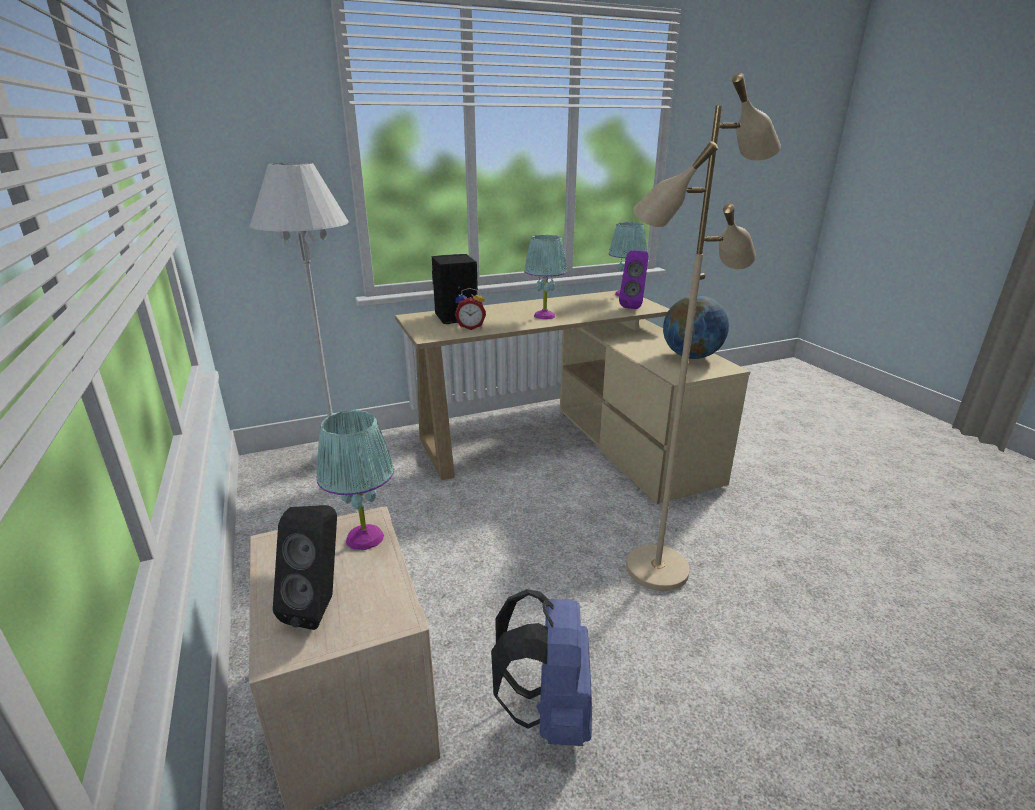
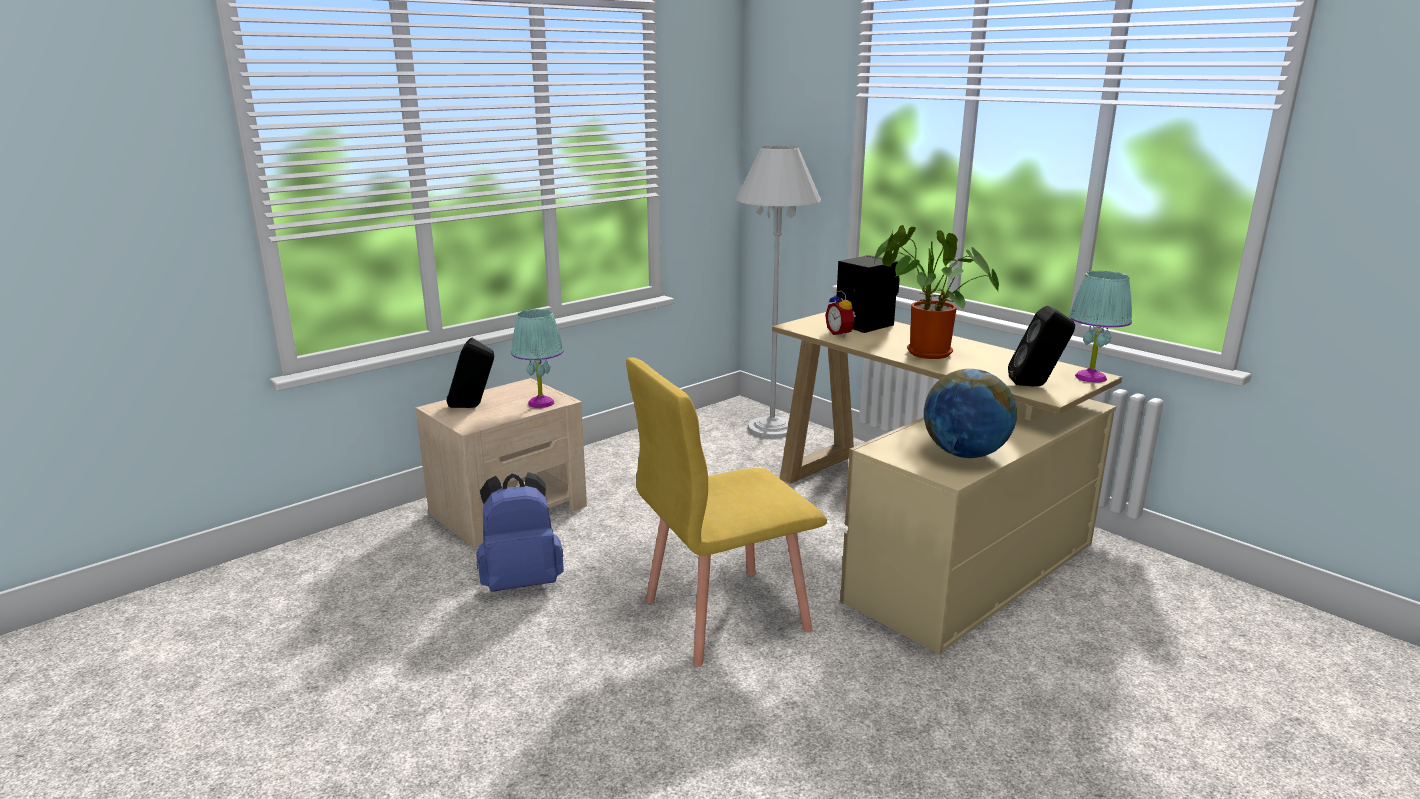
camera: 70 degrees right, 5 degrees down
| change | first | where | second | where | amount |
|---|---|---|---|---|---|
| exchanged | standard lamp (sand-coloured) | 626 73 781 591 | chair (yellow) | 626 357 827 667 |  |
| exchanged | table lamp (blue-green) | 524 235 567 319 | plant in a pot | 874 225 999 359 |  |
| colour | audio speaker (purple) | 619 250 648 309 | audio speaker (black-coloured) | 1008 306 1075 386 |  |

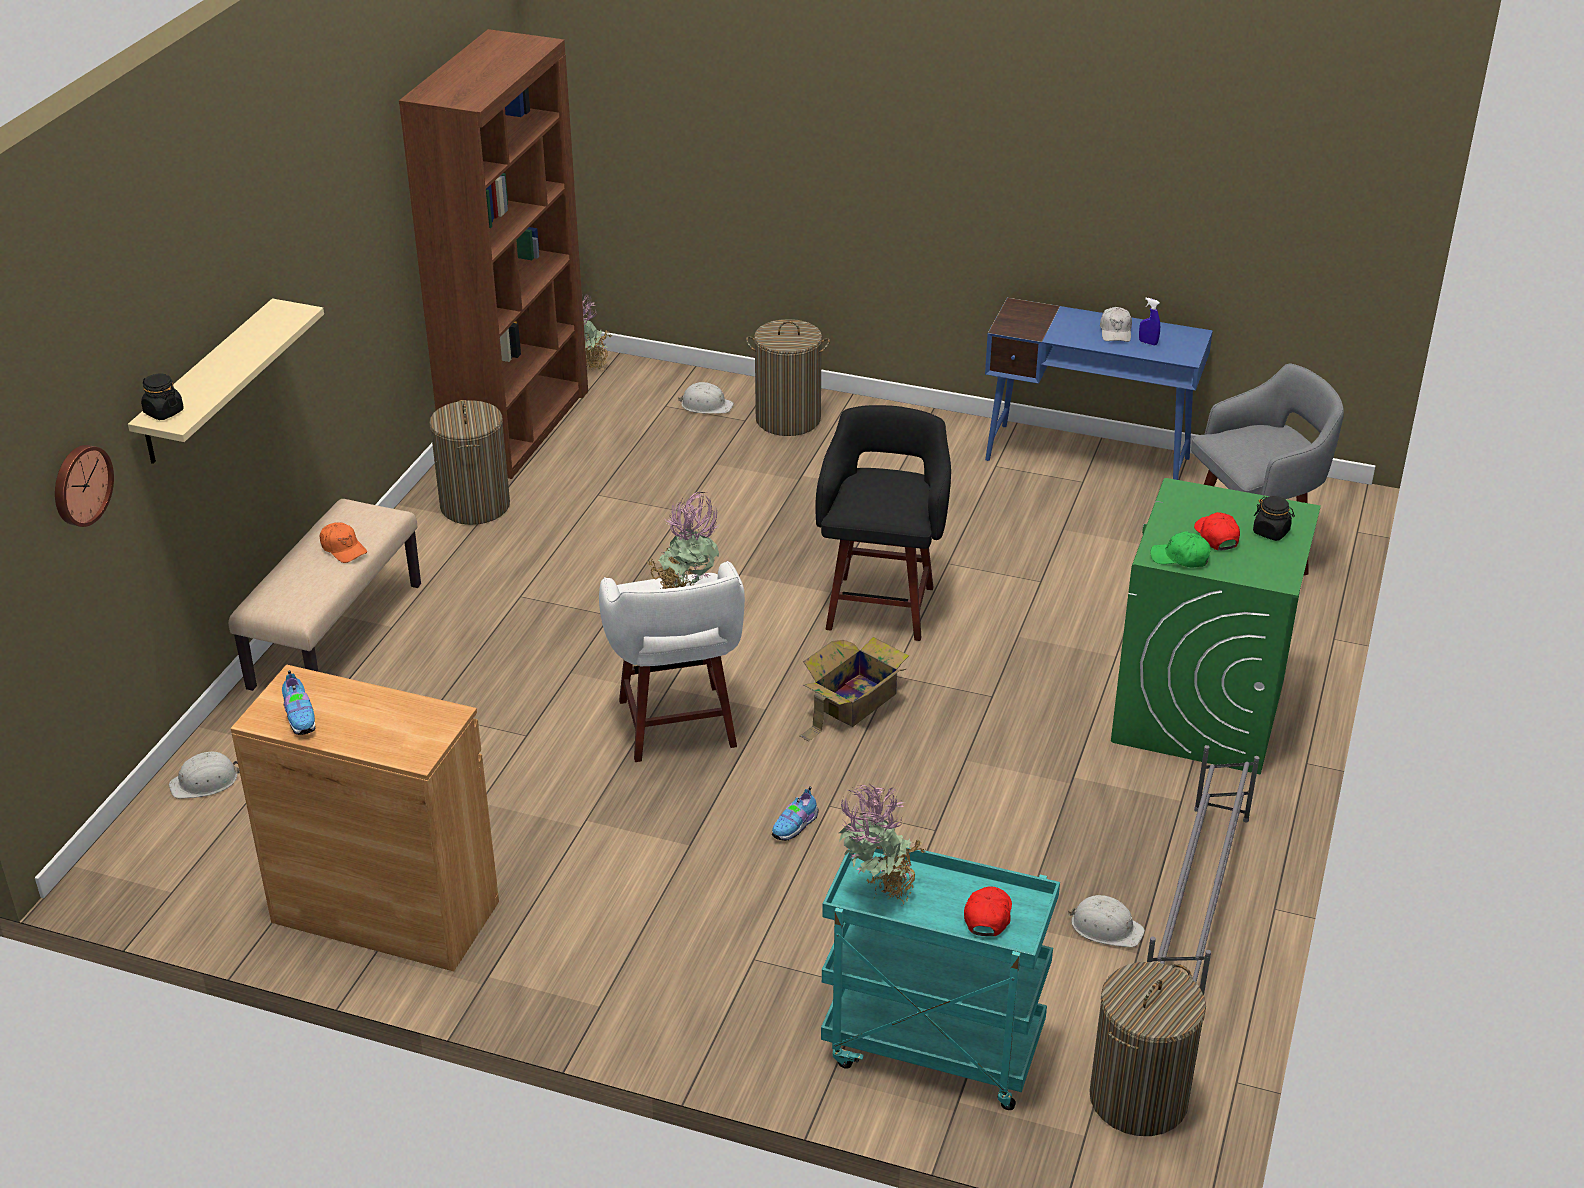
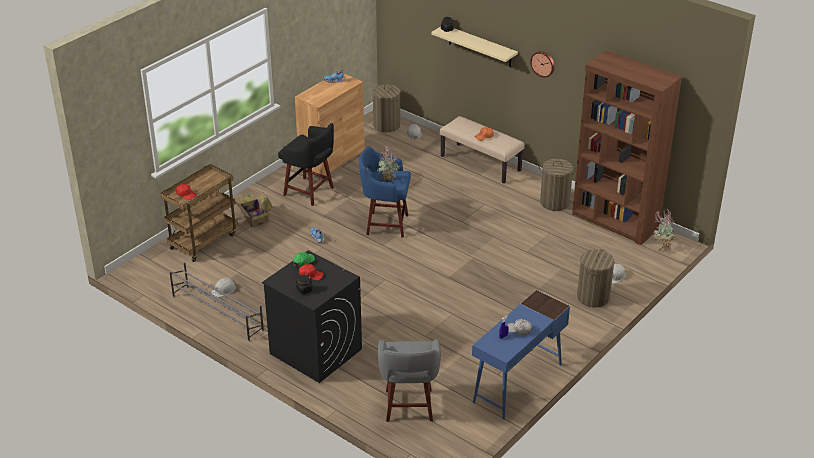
camera: 110 degrees right, 0 degrees up
| change | first | where | second | where | amount |
|---|---|---|---|---|---|
| relocated | stool seat (black-coloured) | 816 405 951 641 |  | 278 123 334 206 |  |
| relocated | clock on the wall | 55 445 114 527 |  | 530 51 555 78 |  |
| colour | washing machine (greenish) | 1111 478 1321 775 | washing machine (black-coloured) | 262 250 362 383 |  |
| colour | stool seat (white) | 599 561 745 762 | stool seat (bluish) | 359 146 411 238 |  |
| relocated | packing box | 800 637 909 741 |  | 235 192 272 227 |  |
| missing | plant in a pot | 839 784 931 906 |  |  |  |
| colour | wheeled cart (blue-green) | 821 847 1060 1110 | wheeled cart (brown) | 161 164 238 262 |  |
| relocated | hamper | 1089 962 1206 1136 |  | 373 84 400 132 |  |

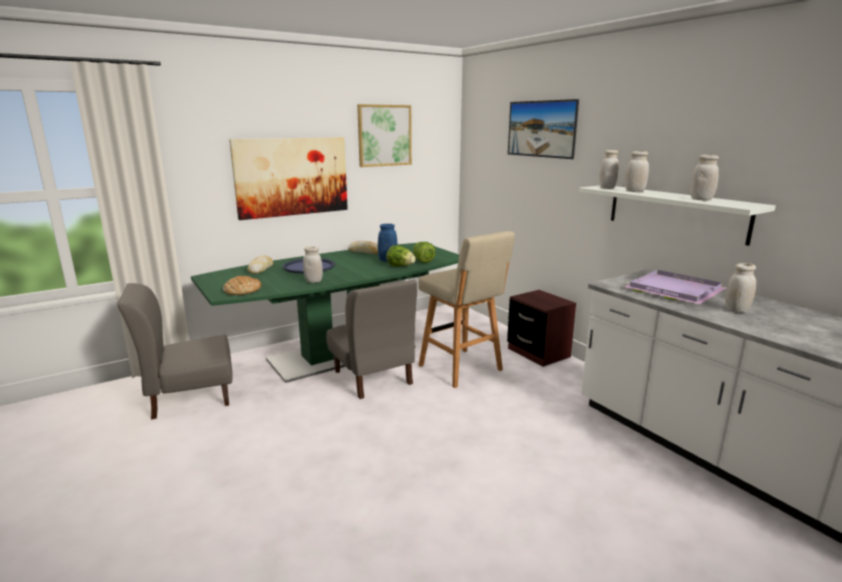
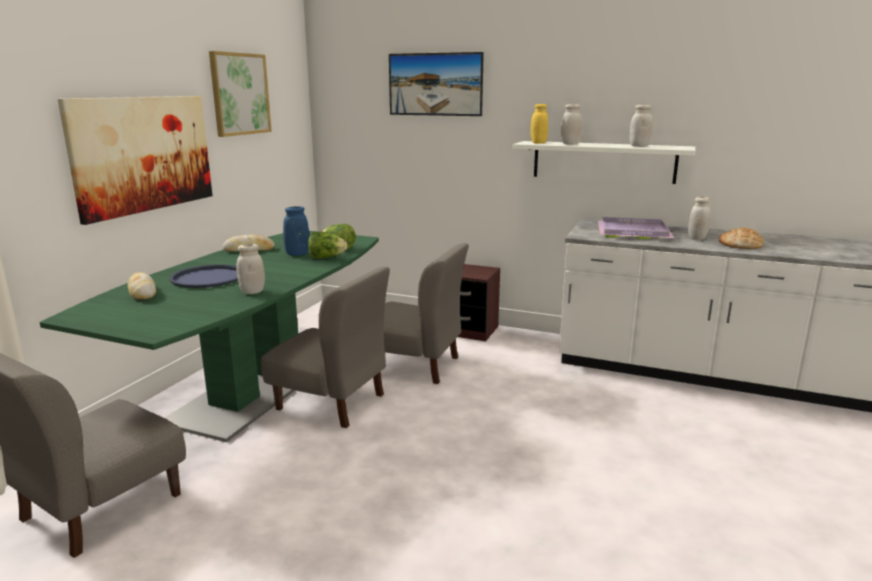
camera: 35 degrees left, 0 degrees up
| change | first | where | second | where | amount |
|---|---|---|---|---|---|
| colour | jar (white) | 599 150 619 189 | jar (yellow) | 531 104 548 144 |  |
| exchanged | stool seat (sand-coloured) | 418 231 515 388 | chair (grey) | 384 243 469 384 |  |
| relocated | bakery bread | 223 276 261 295 |  | 719 228 764 249 |  |

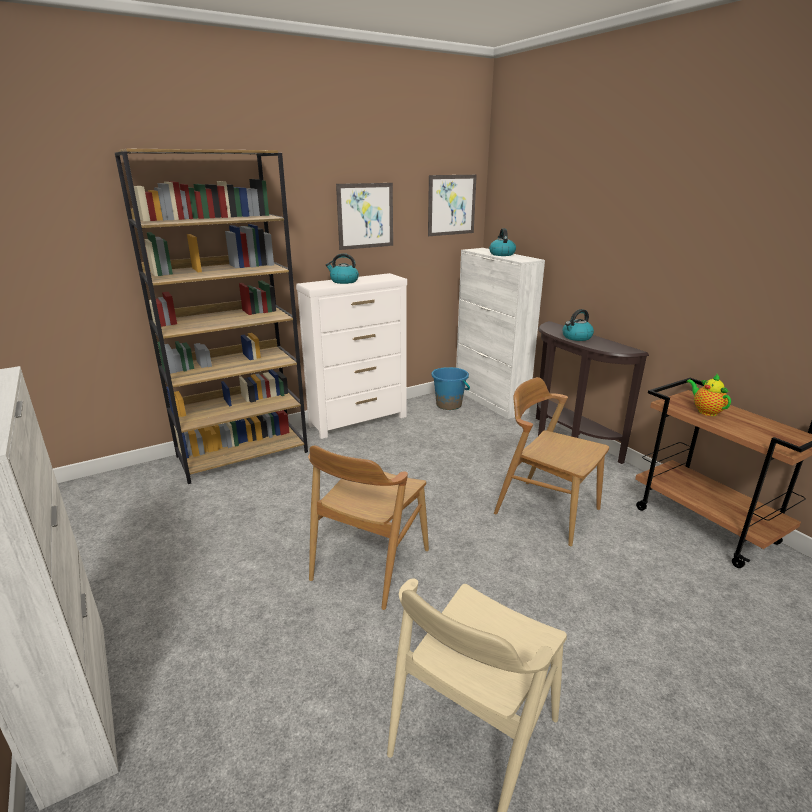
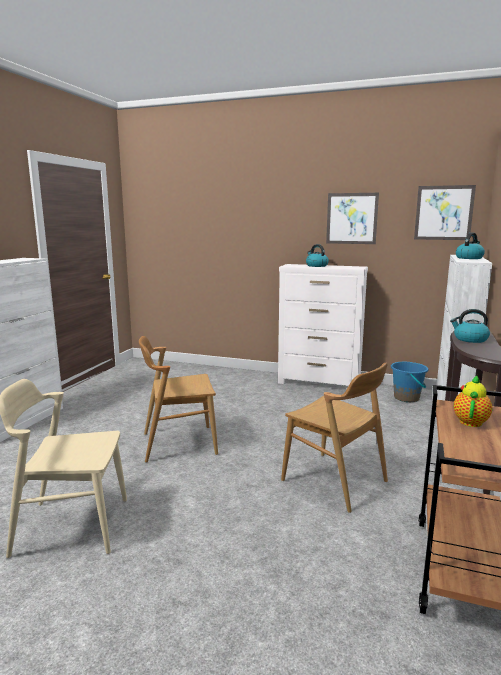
camera: 50 degrees right, 10 degrees down
| change | first | where | second | where | amount |
|---|---|---|---|---|---|
| missing | bookshelf (brown) | 115 149 308 484 |  |  |  |
| spun | chair (brown) | 494 377 609 546 |  | 281 363 388 513 | 135 degrees clockwise |

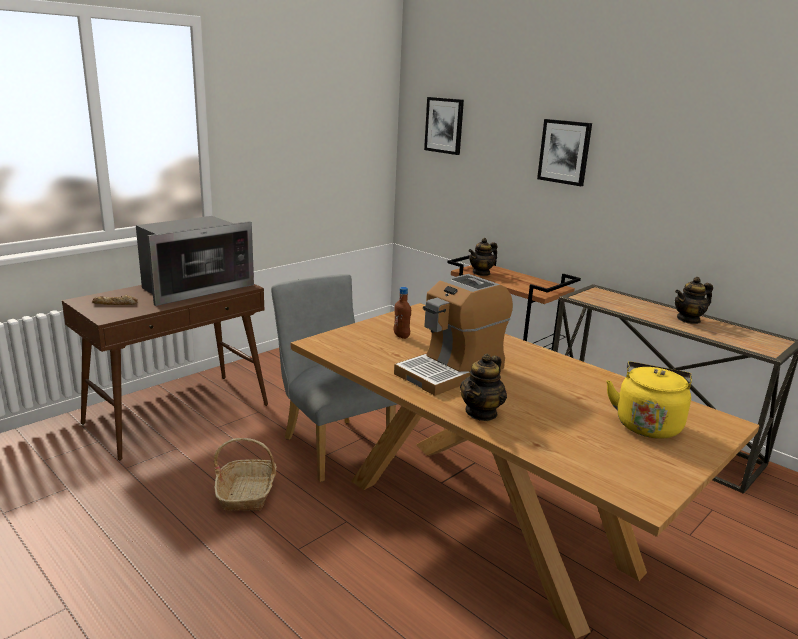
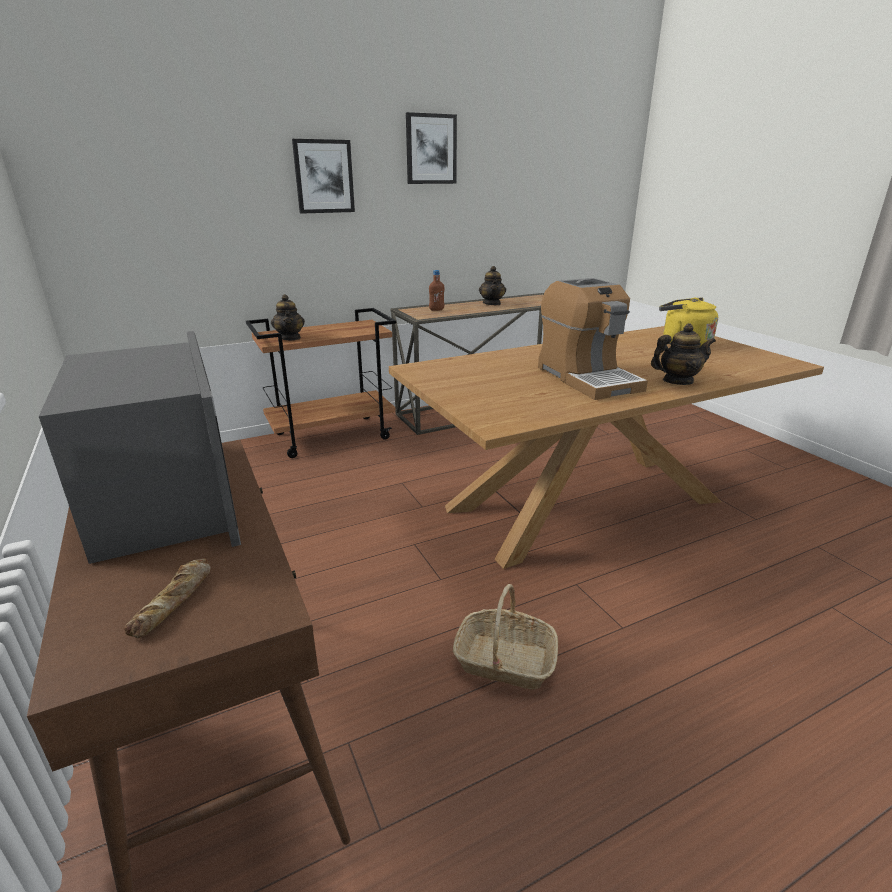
camera: 70 degrees left, 5 degrees up
| change | first | where | second | where | amount |
|---|---|---|---|---|---|
| relocated | wall art | 424 97 464 155 |  | 406 112 457 184 |  |
| missing | chair (grey) | 271 274 398 482 |  |  |  |
| relocated | bottle (brown) | 394 287 411 339 |  | 429 270 444 311 |  |
| spun | pot for tea | 460 353 507 421 |  | 651 323 716 385 | 60 degrees counterclockwise |

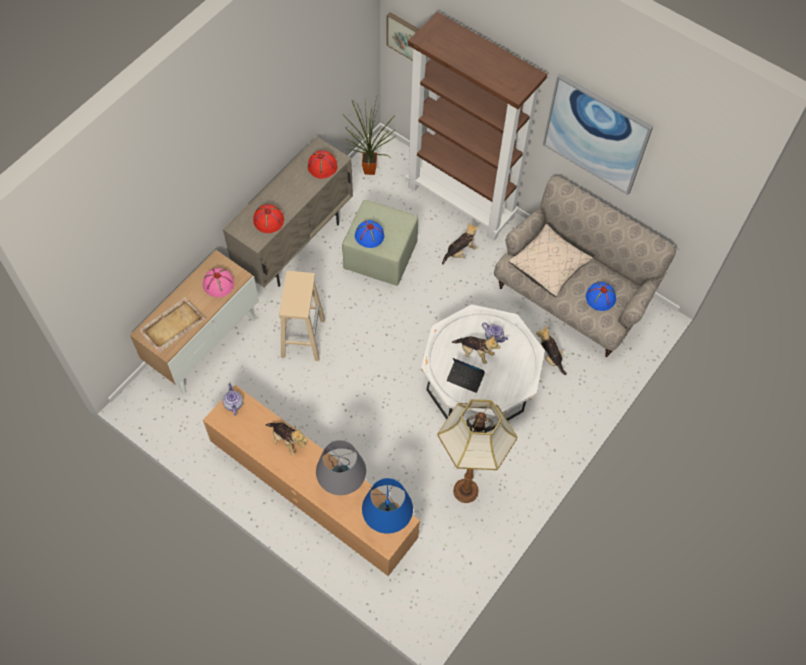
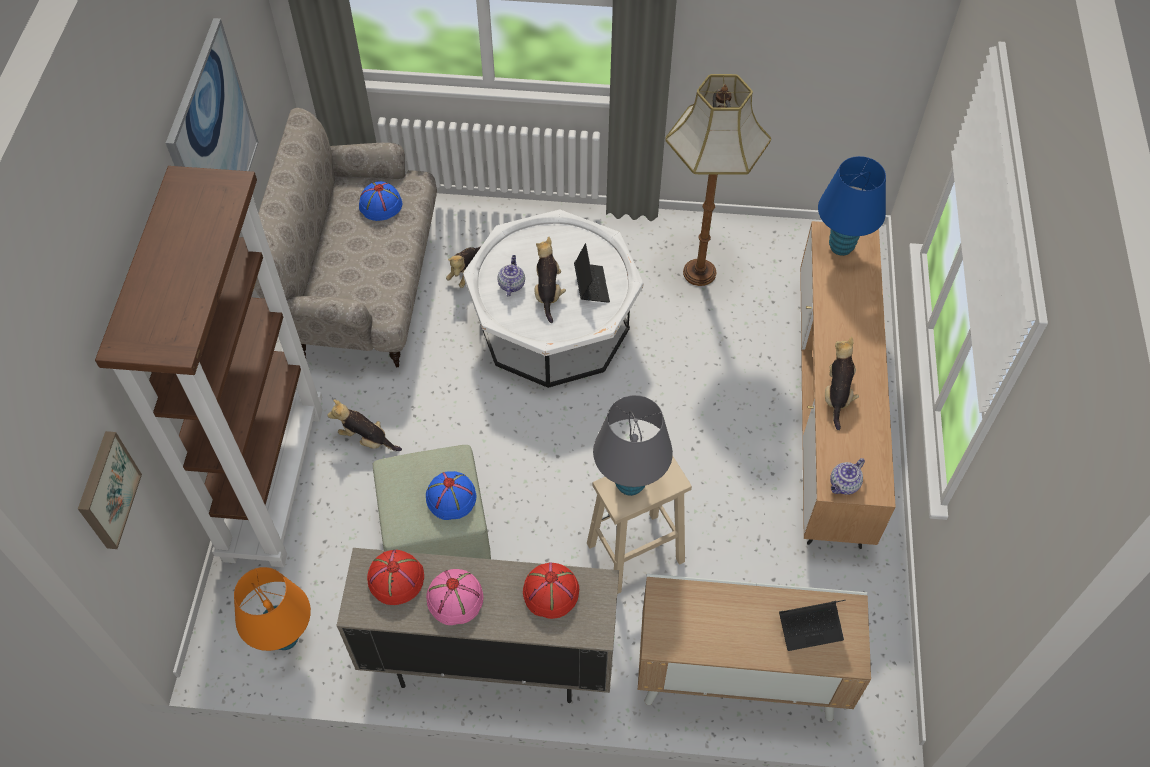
camera: 120 degrees left, 5 degrees down
| change | first | where | second | where | amount |
|---|---|---|---|---|---|
| exchanged | plant in a pot | 344 94 395 175 | table lamp (orange-coloured) | 234 567 311 651 |  |
| missing | pillow (sand-coloured) | 509 224 593 297 |  |  |  |
| relocated | hat (pink-coloured) | 203 268 234 298 |  | 426 569 483 625 |  |
| exchanged | tray (sand-coloured) | 139 297 206 353 | notebook computer | 779 600 846 651 |  |
| relocated | table lamp (grey) | 316 440 366 495 |  | 593 395 673 496 |  |

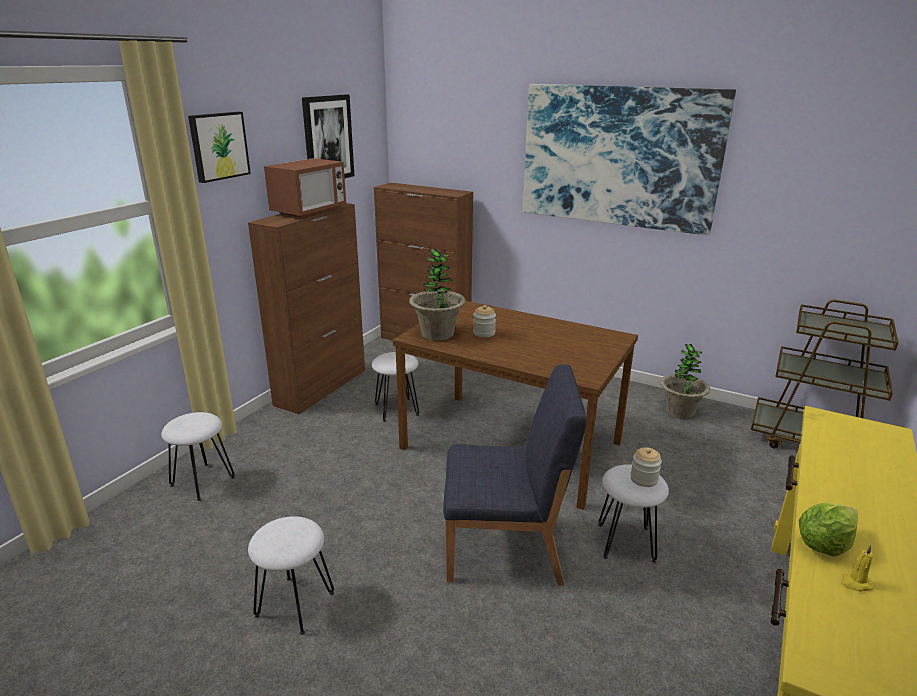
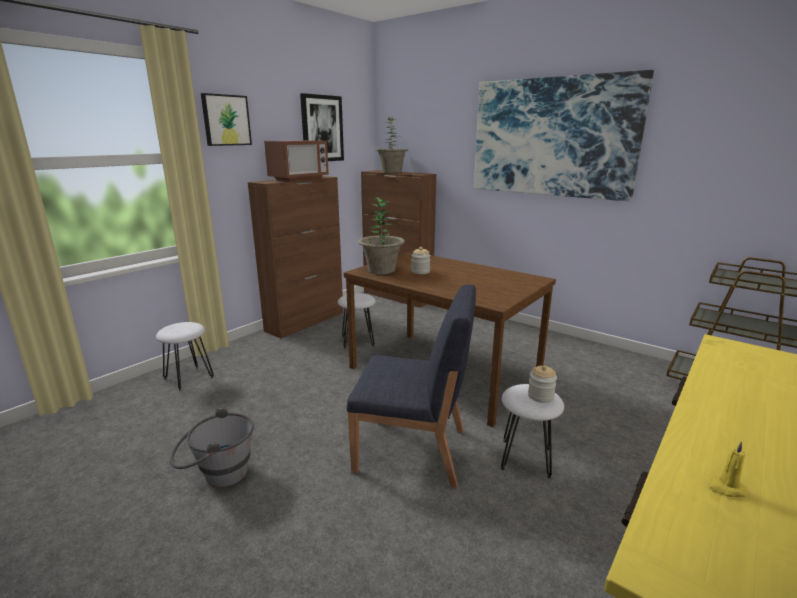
camera: 10 degrees right, 5 degrees down
| change | first | where | second | where | amount |
|---|---|---|---|---|---|
| relocated | plant in a pot | 660 344 710 419 |  | 375 117 408 173 |  |
| missing | lettuce head | 799 502 858 556 |  |  |  |
| exchanged | stool seat (white) | 248 516 334 635 | water bucket (grey) | 170 408 254 487 |  |

